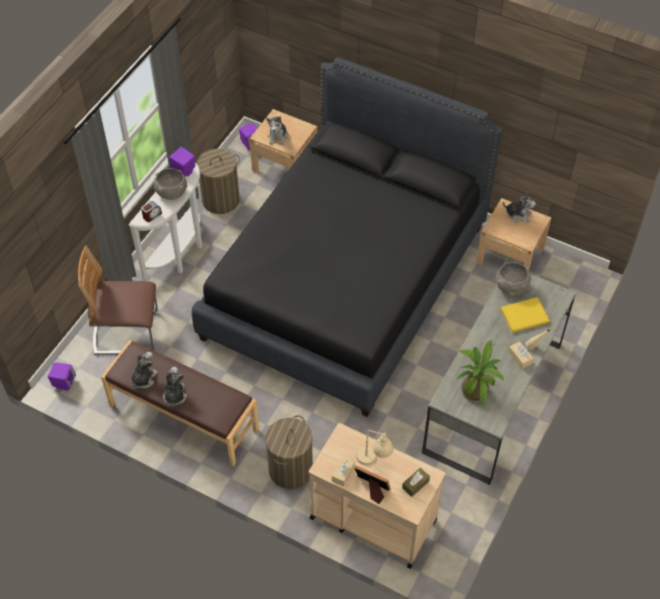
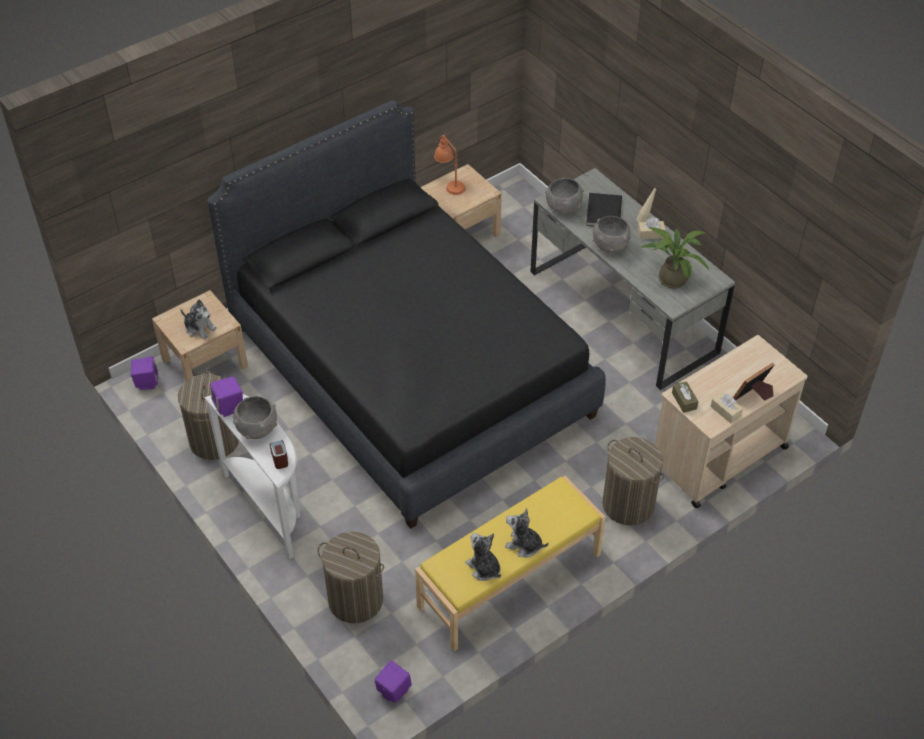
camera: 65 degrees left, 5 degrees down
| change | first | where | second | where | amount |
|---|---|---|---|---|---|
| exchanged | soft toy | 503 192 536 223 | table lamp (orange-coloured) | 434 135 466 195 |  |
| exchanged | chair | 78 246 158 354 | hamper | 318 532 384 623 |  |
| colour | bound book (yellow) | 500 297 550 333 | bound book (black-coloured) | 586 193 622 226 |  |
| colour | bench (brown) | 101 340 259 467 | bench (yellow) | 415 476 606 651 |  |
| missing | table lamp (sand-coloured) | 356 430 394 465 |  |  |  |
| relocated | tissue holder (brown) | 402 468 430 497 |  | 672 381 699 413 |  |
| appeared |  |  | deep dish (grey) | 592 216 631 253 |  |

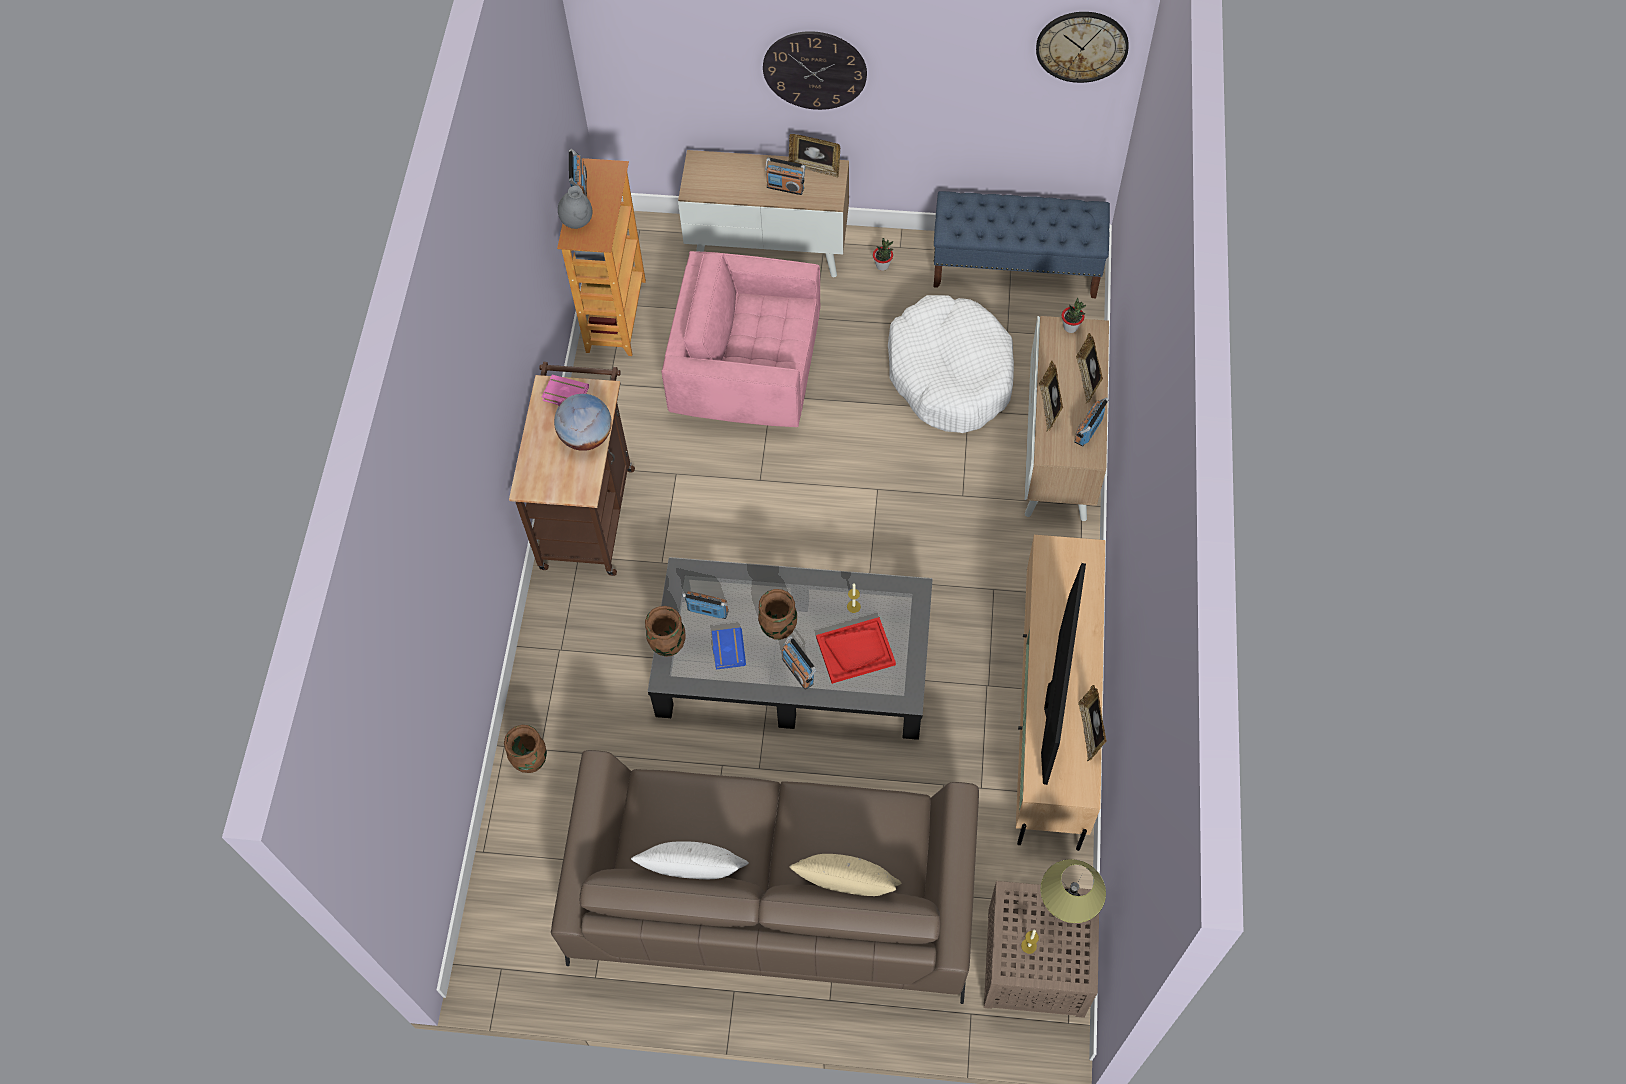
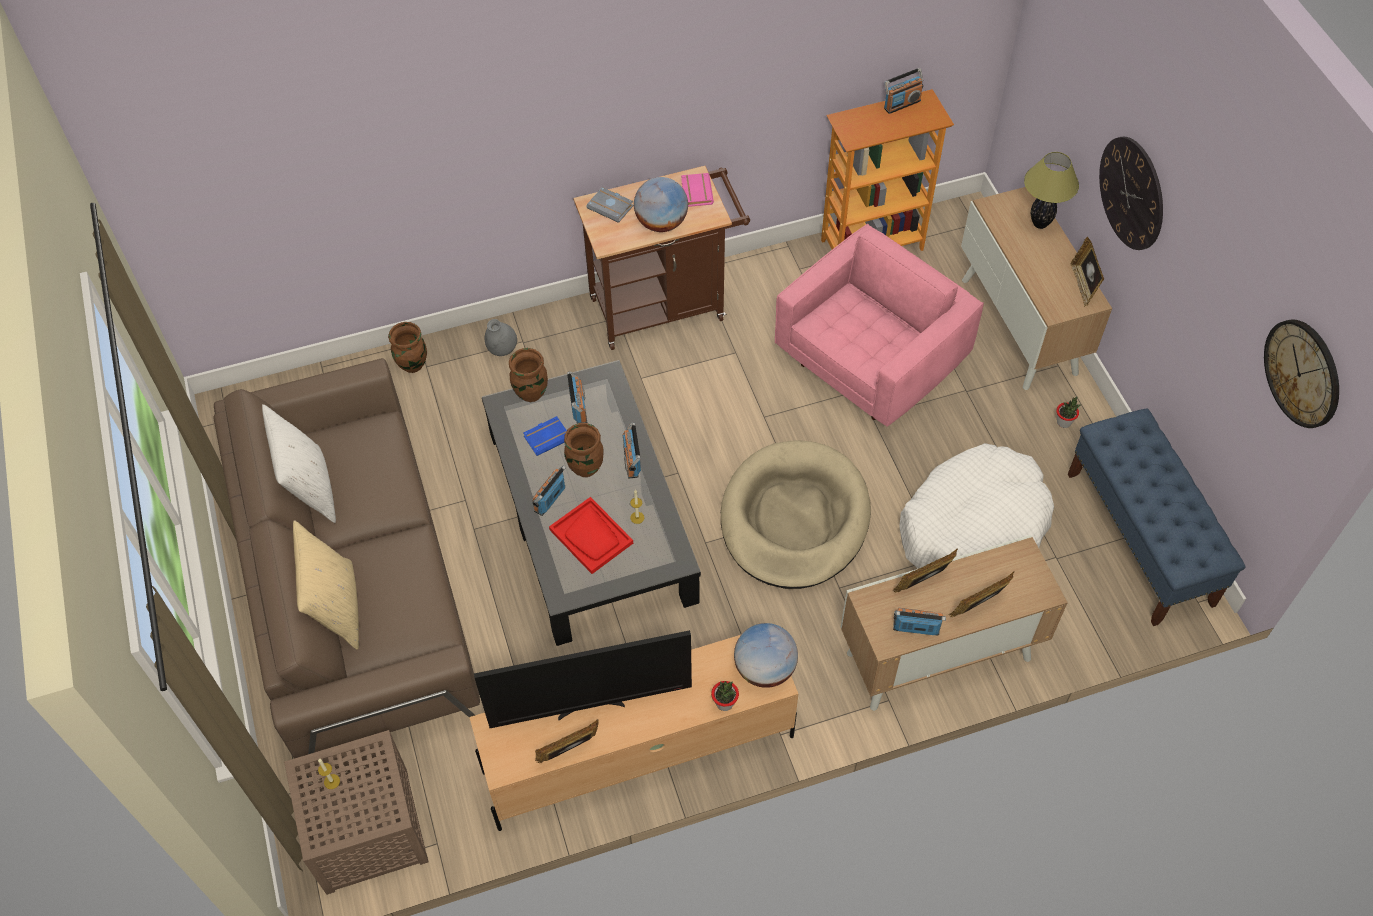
camera: 65 degrees right, 5 degrees down
| change | first | where | second | where | amount |
|---|---|---|---|---|---|
| relocated | radio set | 765 158 806 195 |  | 623 423 641 479 |  |
| relocated | flower vase (grey) | 558 186 593 229 |  | 484 319 517 356 |  |
| spun | easy chair (pink-coloured) | 661 251 820 427 |  | 775 224 984 427 | 60 degrees clockwise |
| relocated | plant in a pot | 1062 298 1086 333 |  | 711 681 739 711 |  |
| relocated | table lamp | 1040 859 1106 923 |  | 1024 152 1079 229 |  |
| appeared |  |  | bound book (grey) | 586 187 634 223 |  |
| appeared |  |  | pet bed (sand-coloured) | 721 440 871 589 |  |
| appeared |  |  | desk globe | 734 623 798 688 |  |

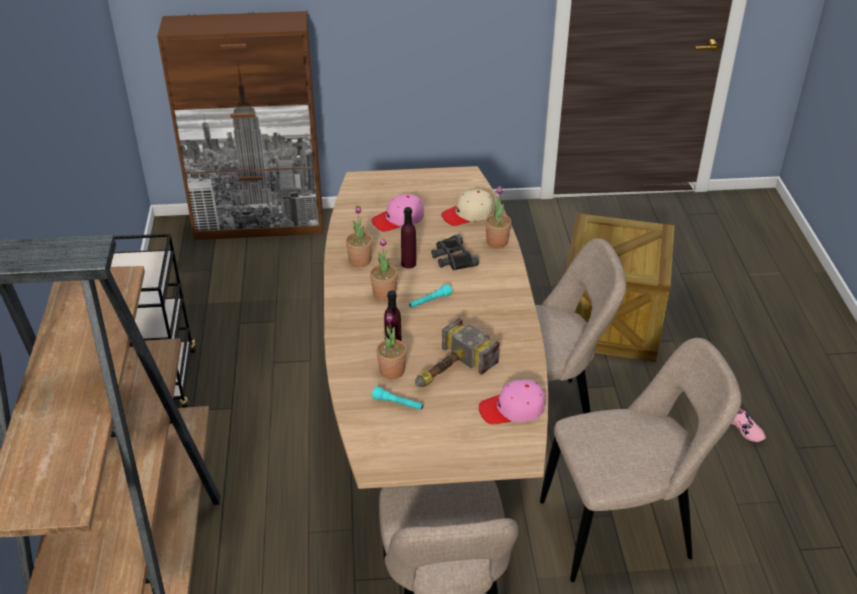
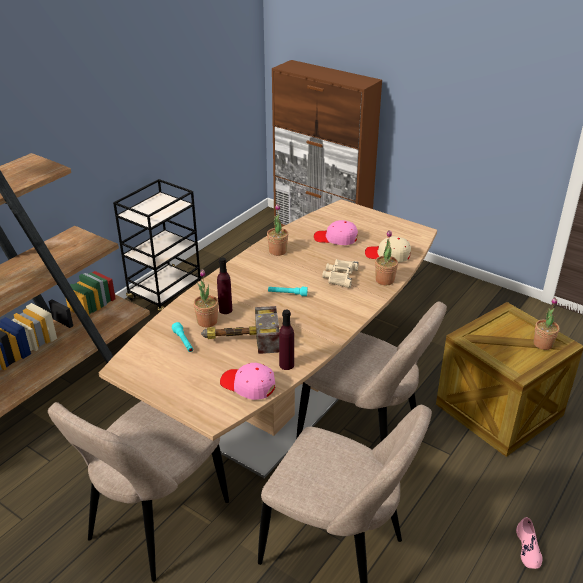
camera: 40 degrees right, 5 degrees down
| change | first | where | second | where | amount |
|---|---|---|---|---|---|
| relocated | bottle (purple) | 401 207 416 269 |  | 279 310 294 370 |  |
| colour | binoculars (black-coloured) | 431 234 479 270 | binoculars (sand-coloured) | 322 259 359 288 |  |
| relocated | plant in a pot | 370 238 398 301 |  | 534 297 560 350 |  |

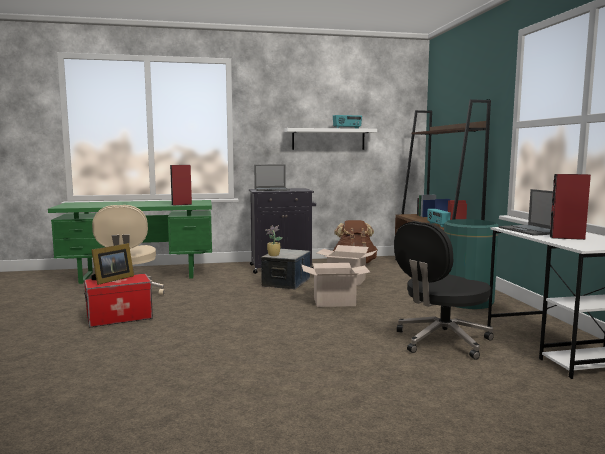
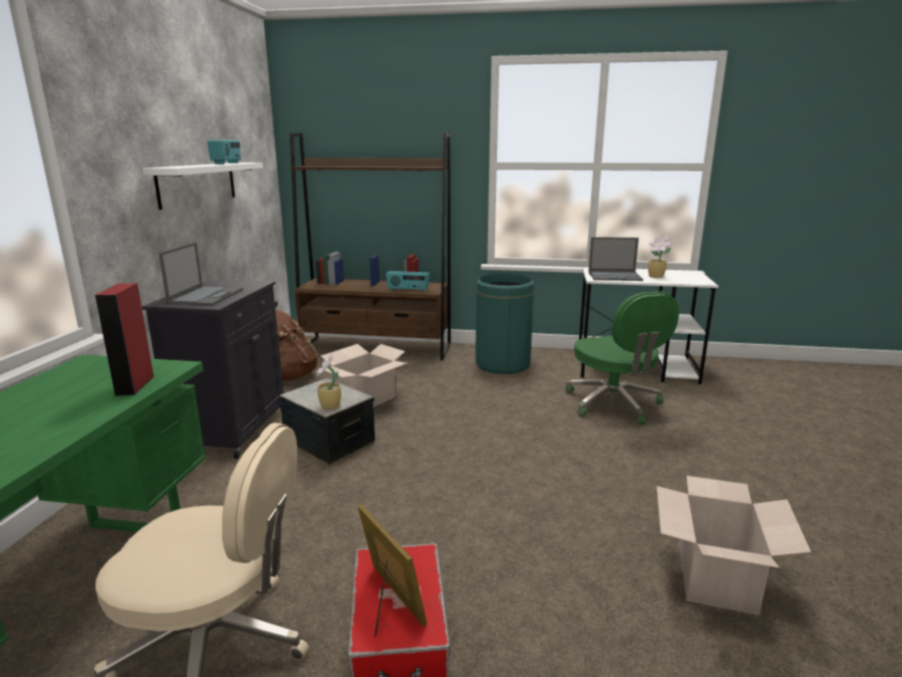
camera: 70 degrees left, 10 degrees up
| change | first | where | second | where | amount |
|---|---|---|---|---|---|
| exchanged | audio speaker (reddish) | 549 174 591 240 | plant in a pot | 648 236 672 278 |  |
| colour | computer chair (black-coloured) | 394 221 494 360 | computer chair (greenish) | 565 291 679 425 |  |
| relocated | packing box | 301 263 370 307 |  | 657 476 811 615 |  |

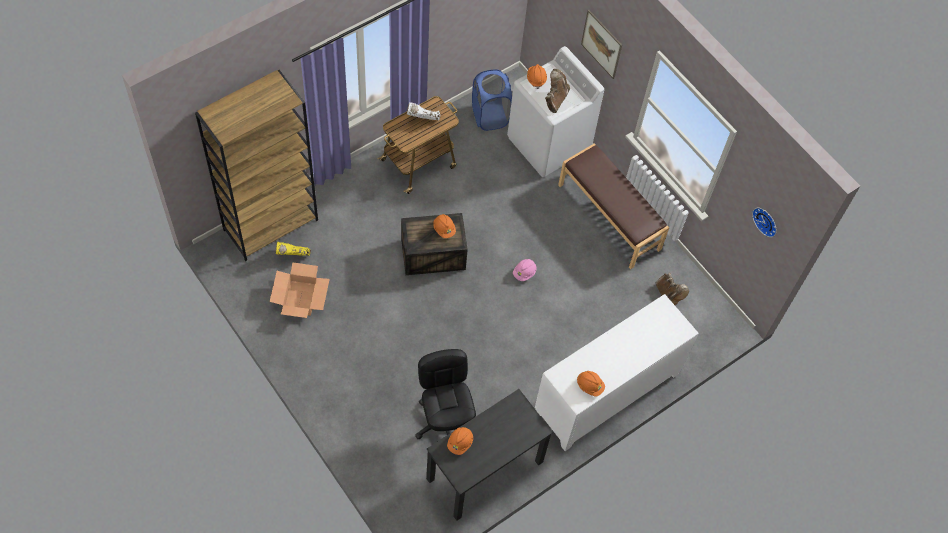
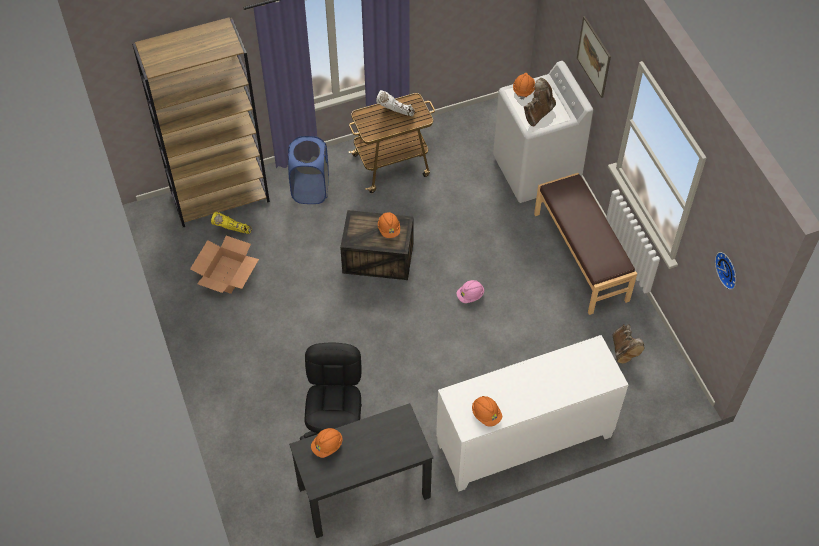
camera: 20 degrees right, 5 degrees down
| change | first | where | second | where | amount |
|---|---|---|---|---|---|
| relocated | hamper (bluish) | 472 69 512 131 |  | 288 136 329 204 |  |

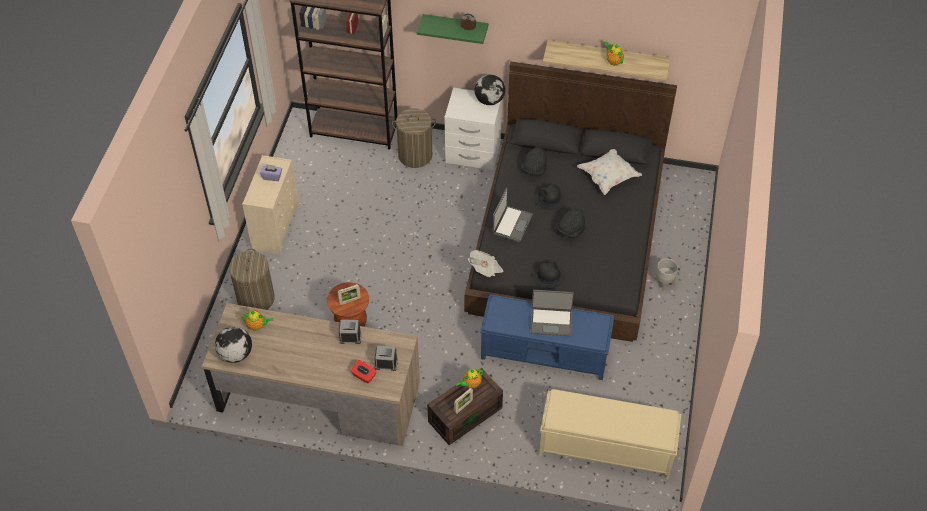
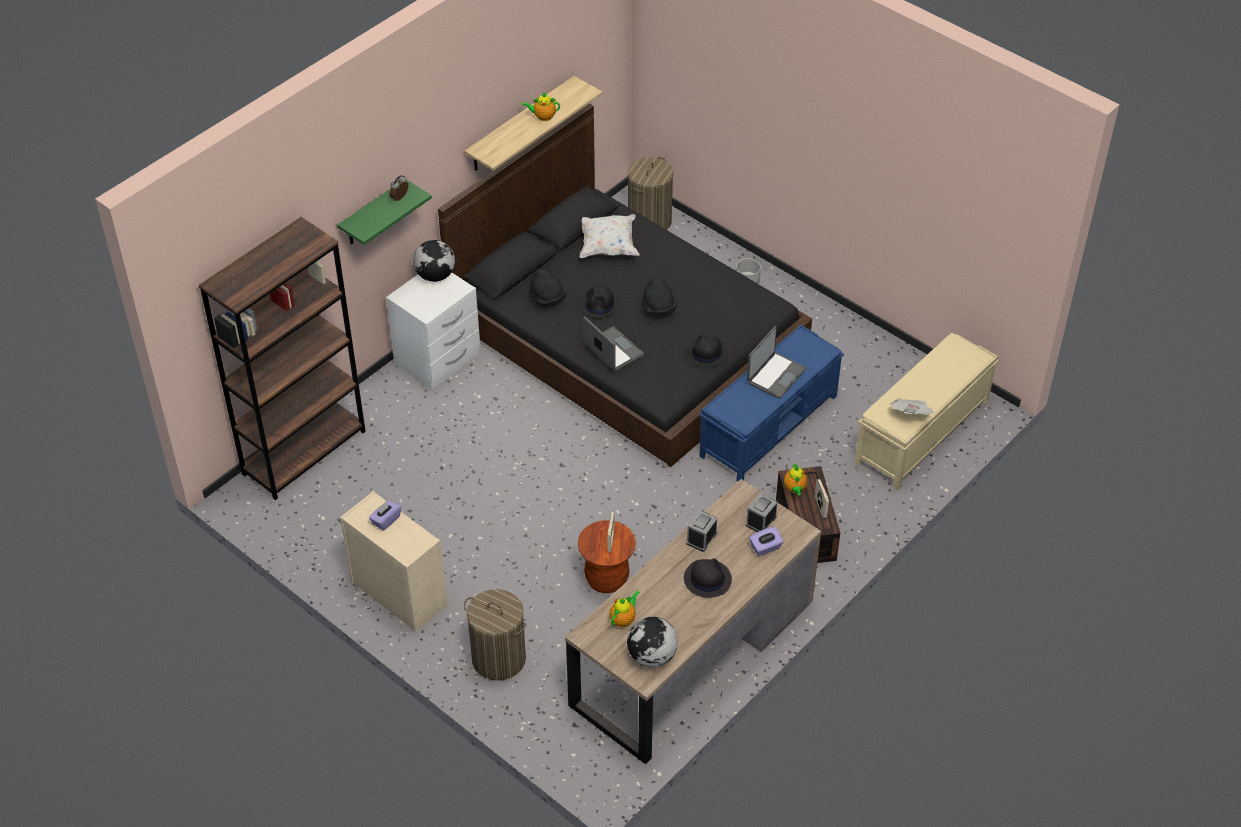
camera: 60 degrees left, 5 degrees down
| change | first | where | second | where | amount |
|---|---|---|---|---|---|
| relocated | hamper | 392 108 436 168 |  | 628 157 673 230 |  |
| relocated | printed paper | 468 250 504 277 |  | 890 398 934 415 |  |
| colour | tissue holder (reddish) | 351 360 377 384 | tissue holder (purple) | 749 527 783 556 |  |
| appeared |  |  | hat (black-coloured) | 684 558 732 598 |  |

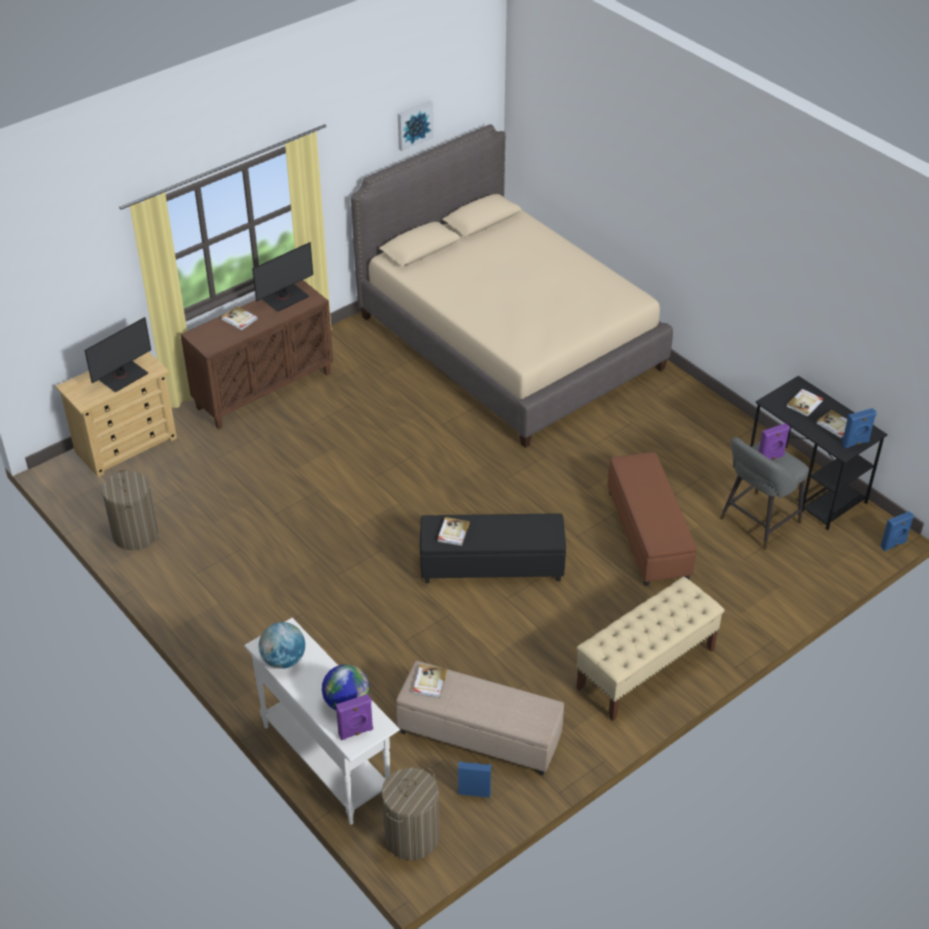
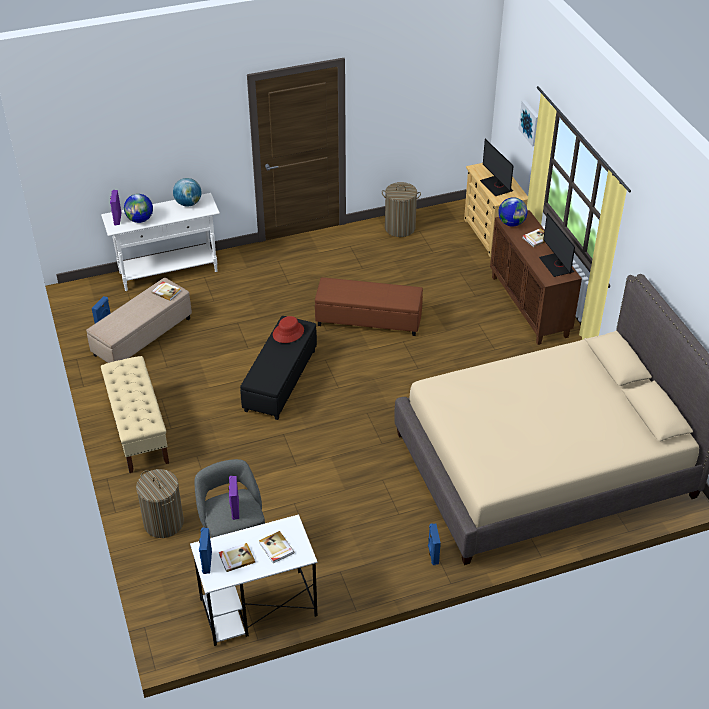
camera: 110 degrees right, 0 degrees up
| change | first | where | second | where | amount |
|---|---|---|---|---|---|
| relocated | wall art | 398 101 434 151 |  | 519 100 538 146 |  |
| colour | desk table (black-coloured) | 750 376 887 530 | desk table (white) | 190 514 318 646 |  |
| relocated | ottoman (brown) | 607 452 697 586 |  | 315 277 423 336 |  |
| relocated | audio speaker (bluish) | 880 511 914 551 |  | 428 523 441 565 |  |
| exchanged | bound book | 437 517 470 546 | hat (reddish) | 273 316 304 343 |  |
| relocated | hamper | 382 768 439 860 |  | 136 469 184 538 |  |
| appeared |  |  | desk globe | 498 197 527 227 |  |

